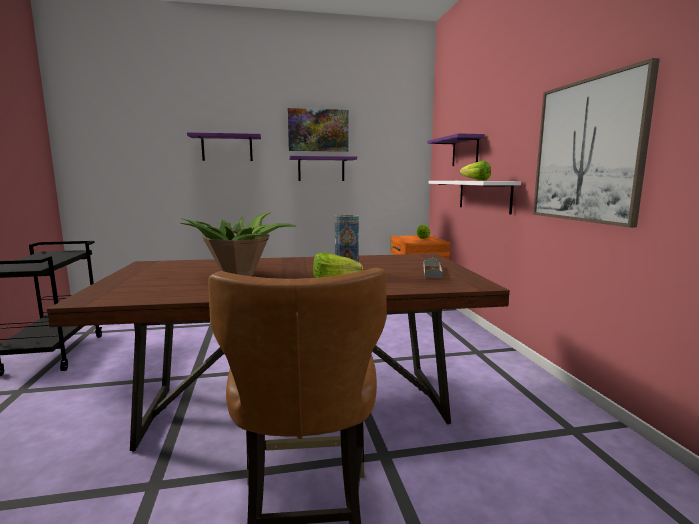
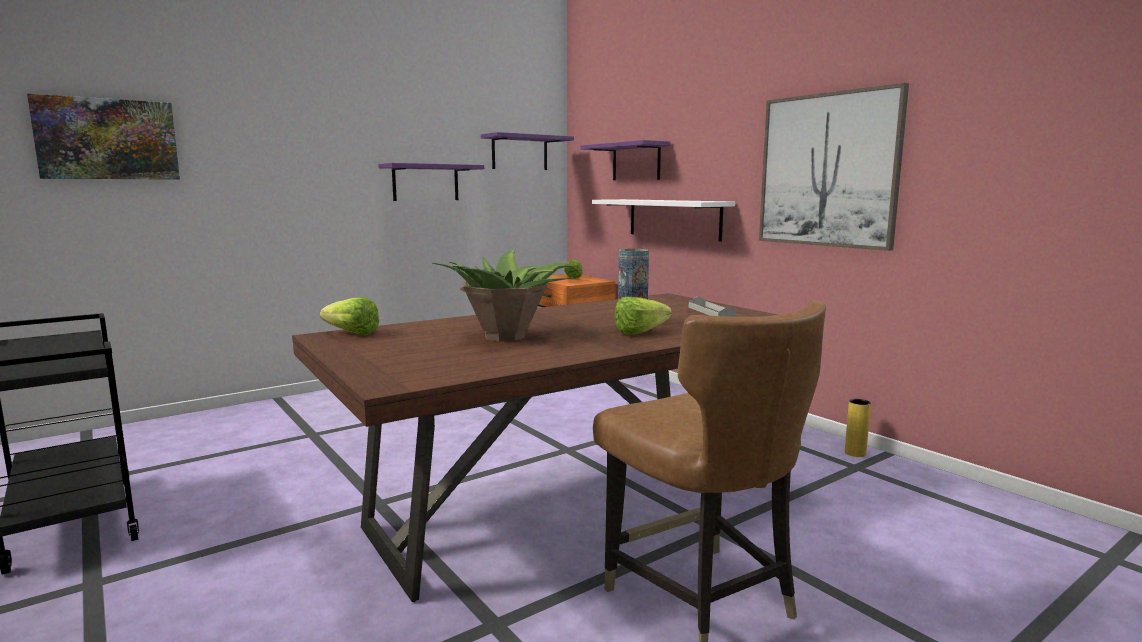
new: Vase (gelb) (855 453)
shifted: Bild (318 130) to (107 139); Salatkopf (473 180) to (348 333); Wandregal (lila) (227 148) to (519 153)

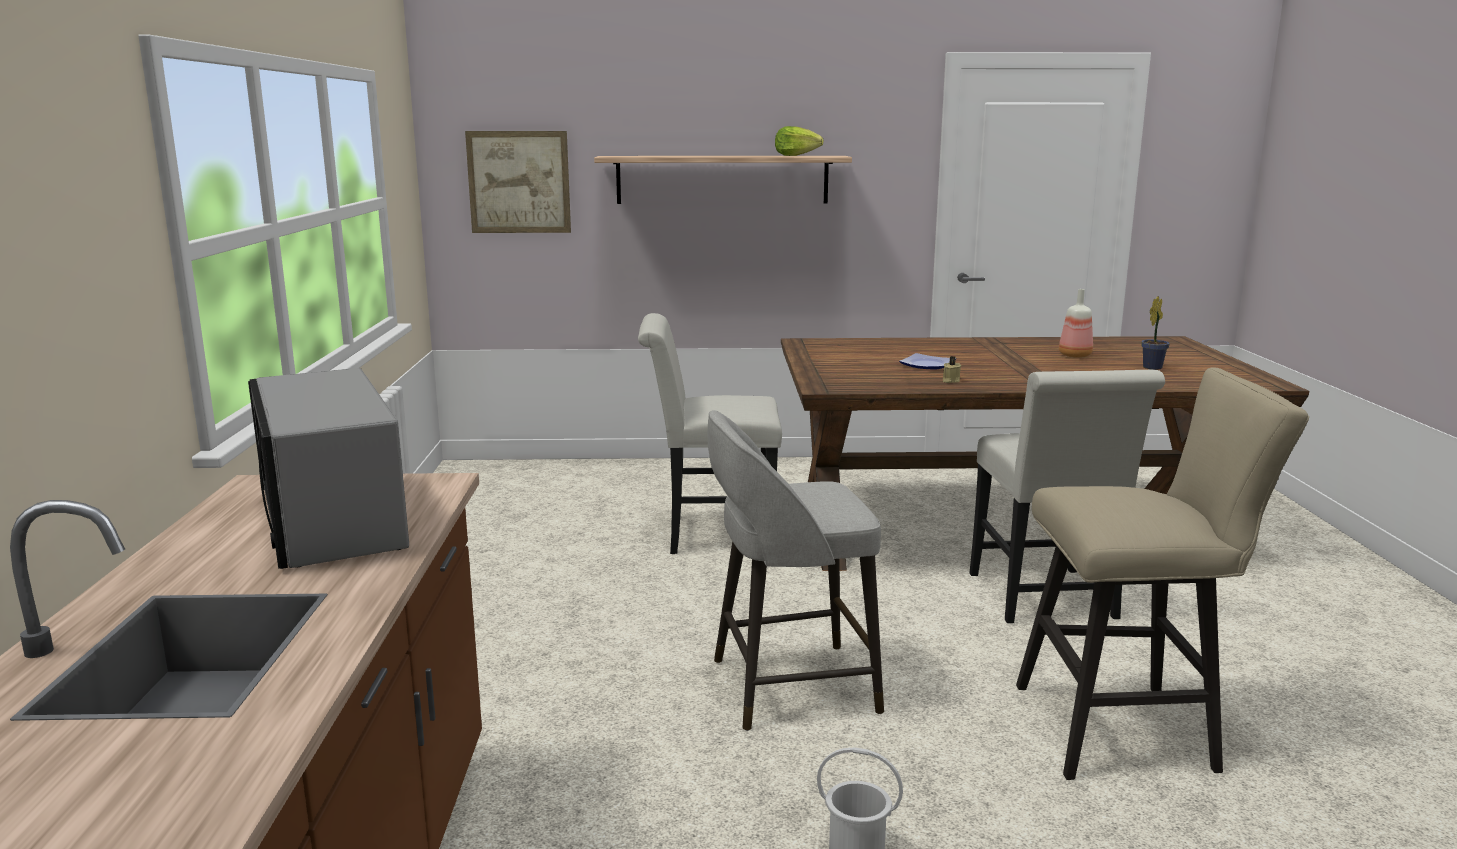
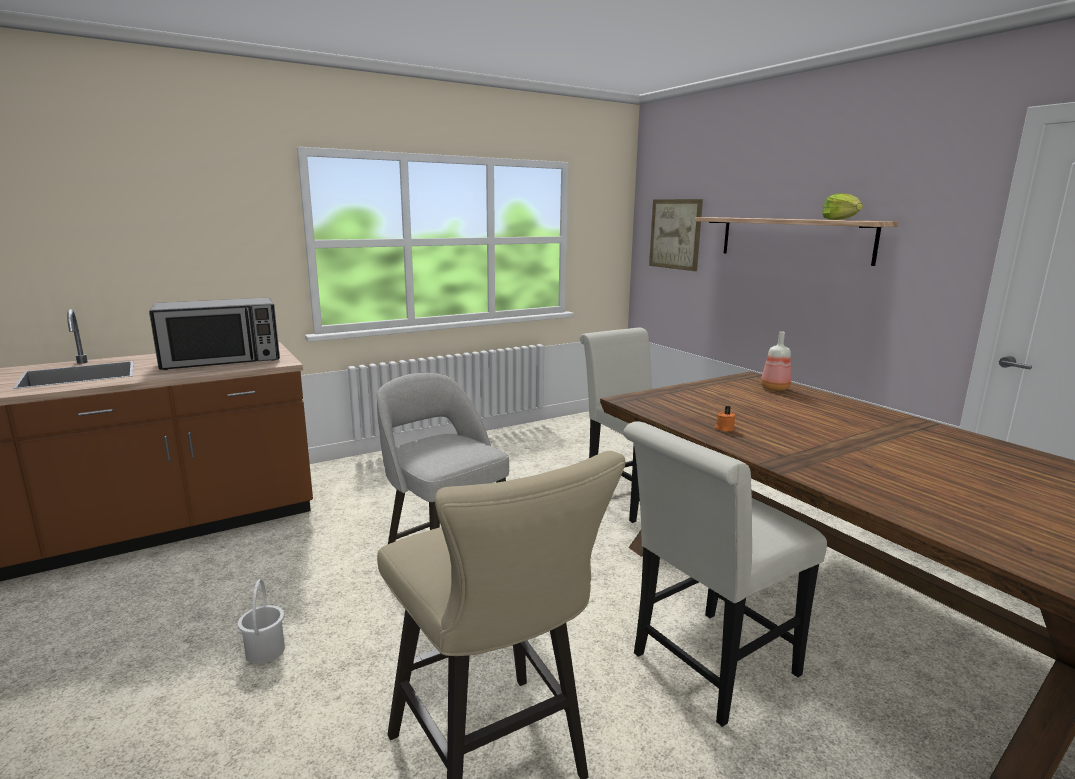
gone: Teller (928 365); Topfpflanze (1153 367)
shifted: Flasche (1075 356) to (774 389)
repainted: Kerze (beige) (950 381) to Kerze (orange) (724 429)
rotated: Mikrowelle (330 520) = (222 360) 150 degrees counterclockwise

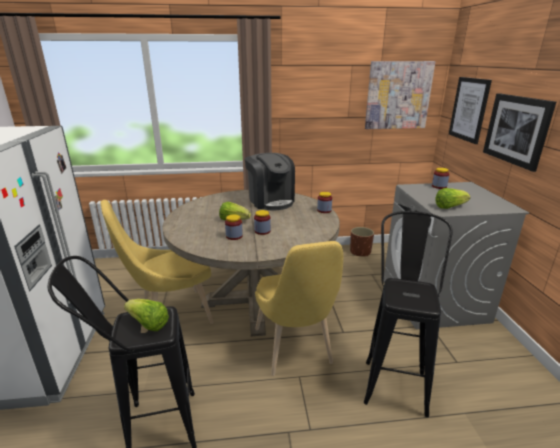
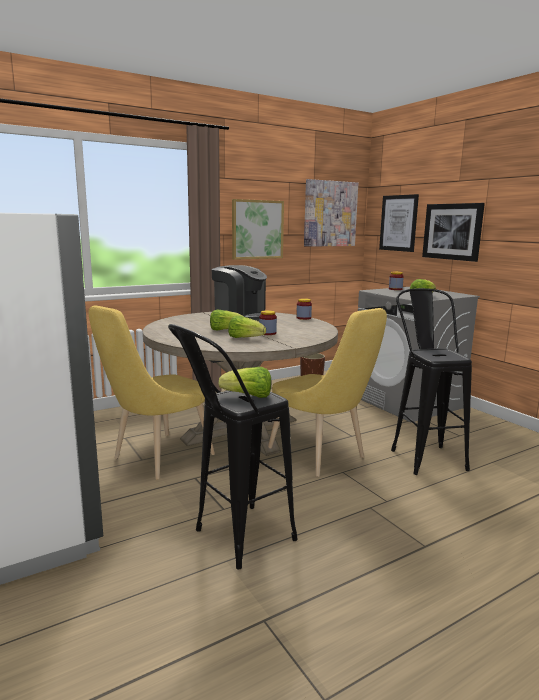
new: Bild (257 229)
swapped: Vorratsglas (234 236) to Salatkopf (245 338)

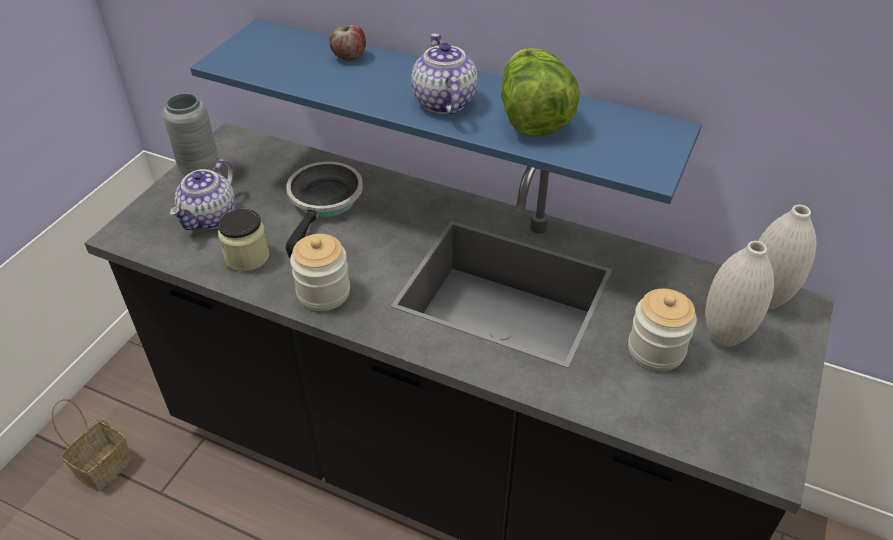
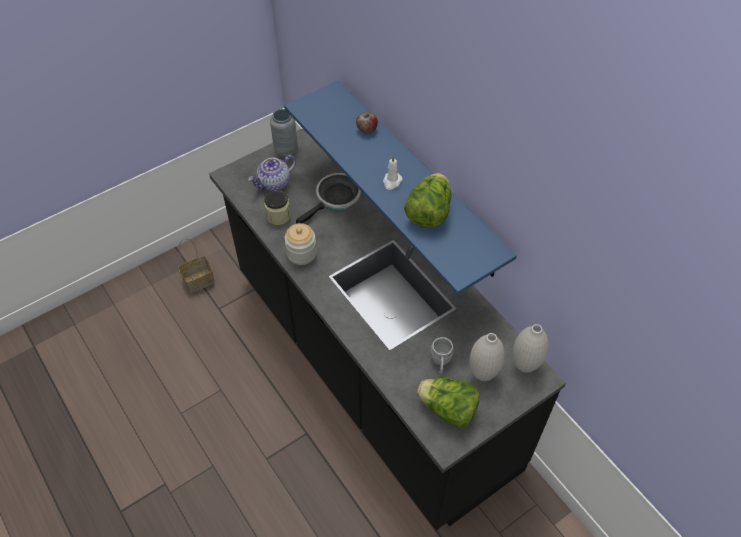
new: Salatkopf (448 409)
swapped: Teekanne (443 102) to Kerze (weiß) (392 182); Vorratsglas (656 350) to Henkelbecher (grau) (440 363)

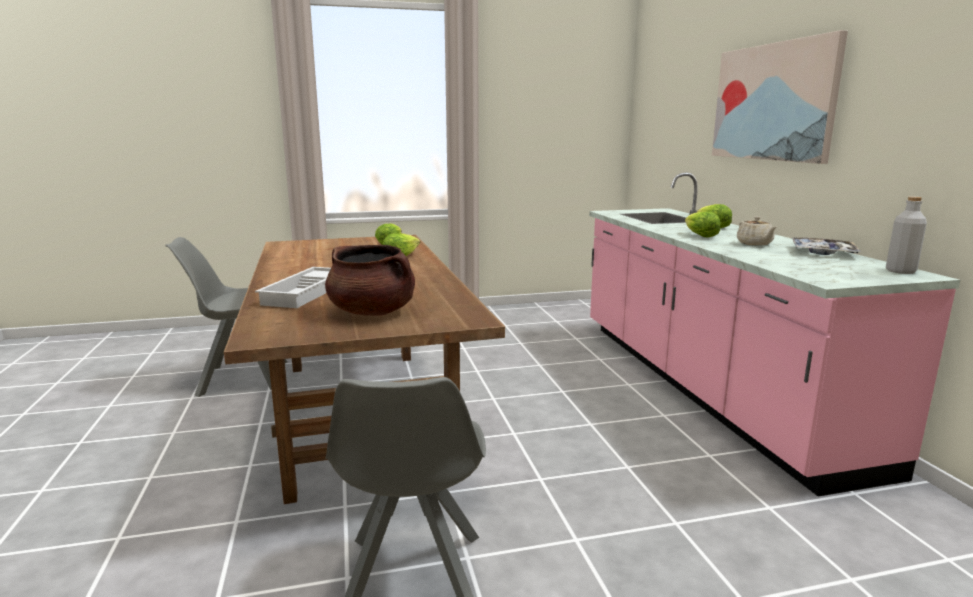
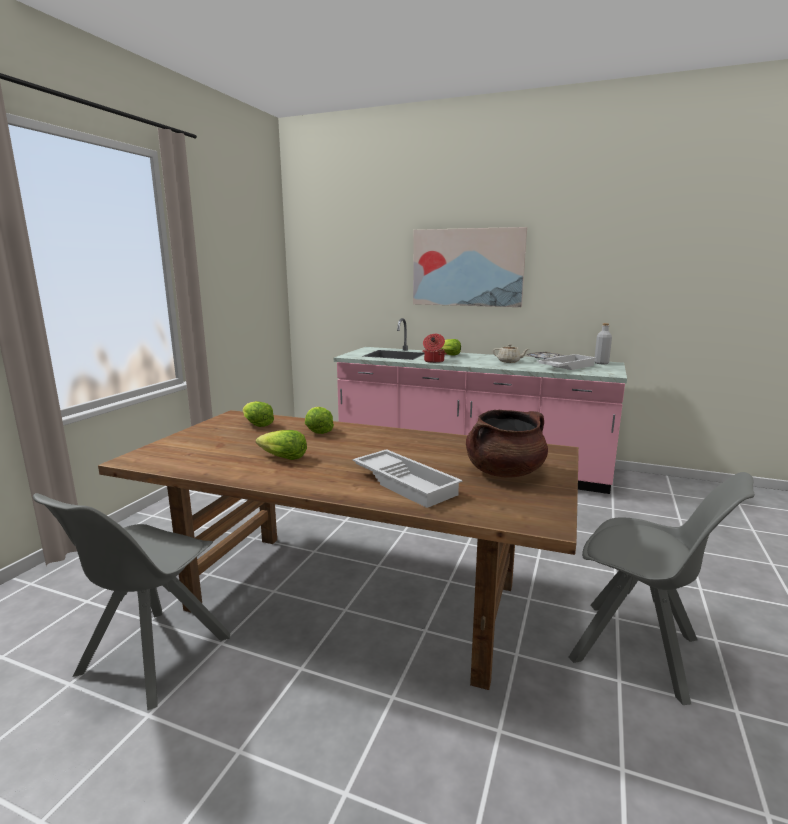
new: Kochtopf (433 361); Tablett (weiß) (566 367)
shifted: Salatkopf (699 235) to (282 458)

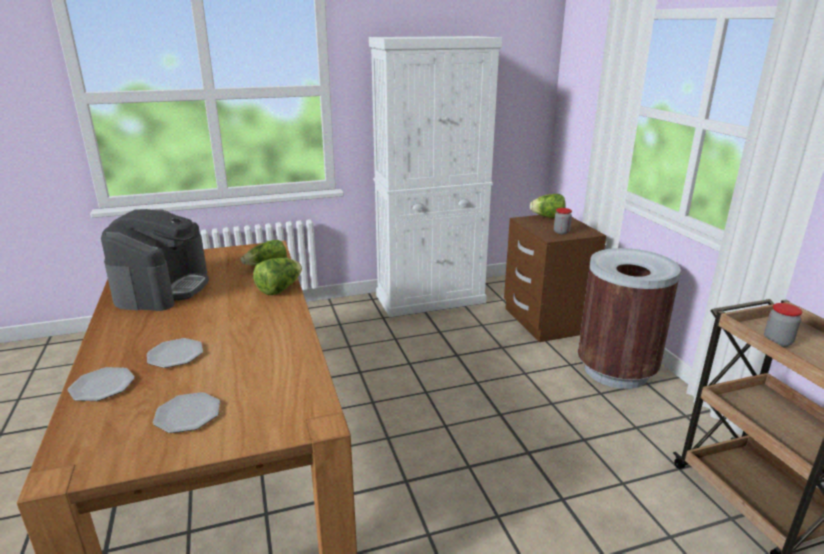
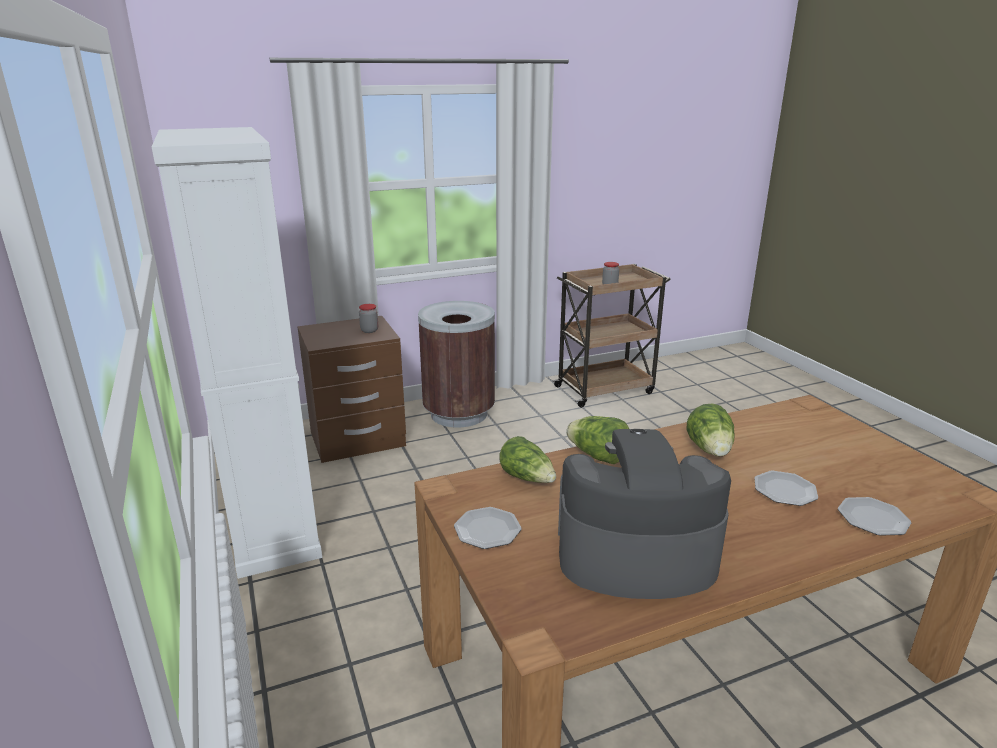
shifted: Teller (188 414) to (487 530); Salatkopf (547 217) to (710 450)

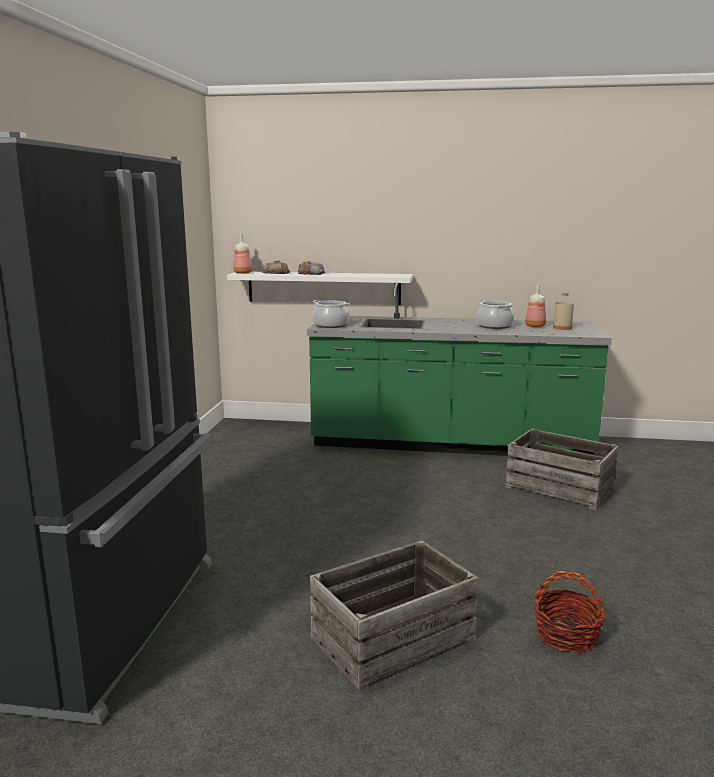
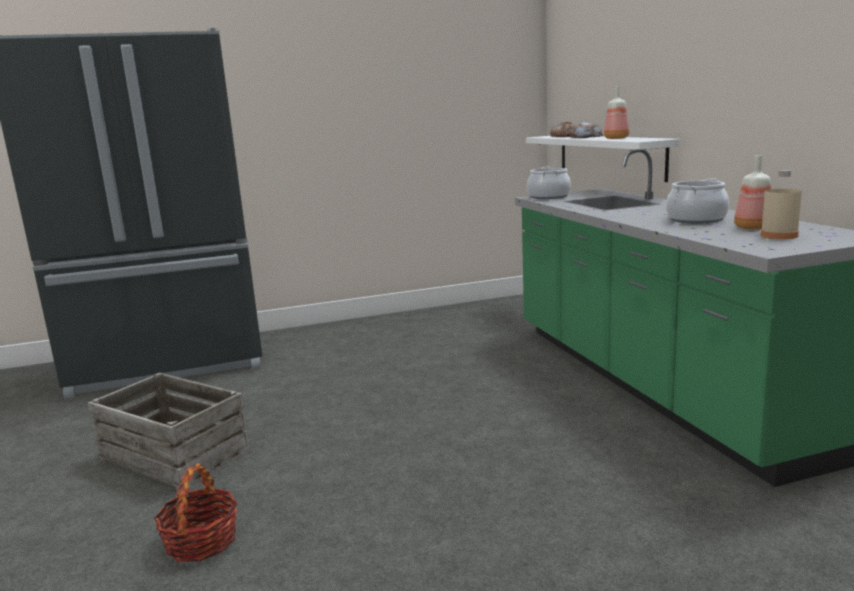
gone: Kiste (560 487)
shifted: Flasche (243 273) to (617 138)

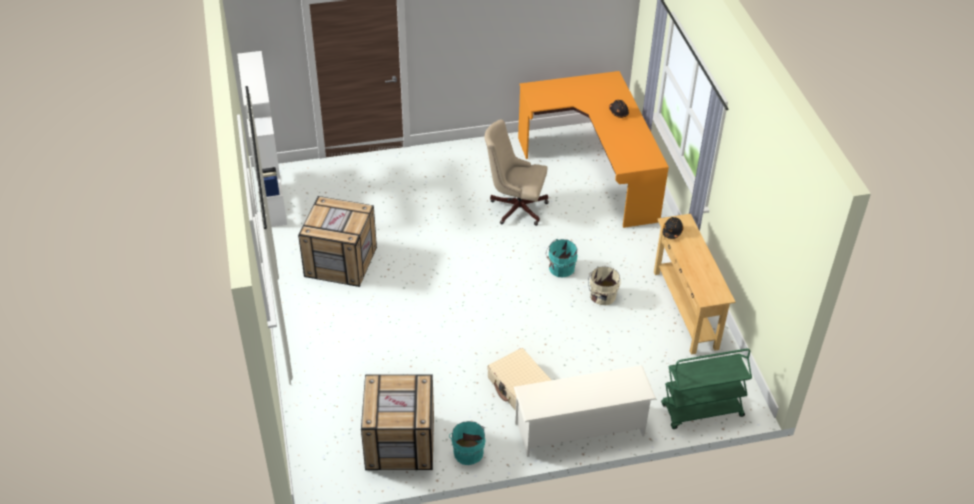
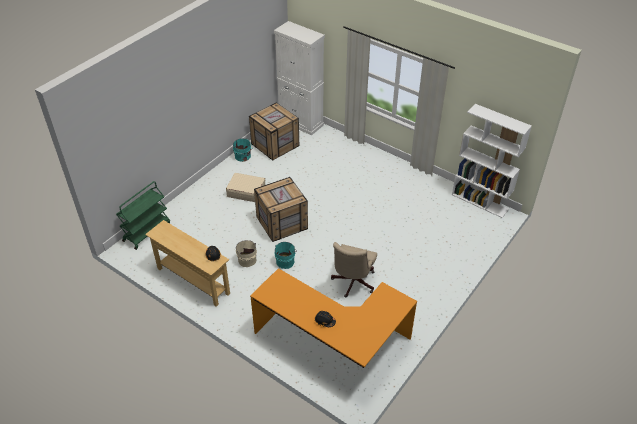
gone: Schuhregal (weiß) (580 429)
new: Schrank (weiß) (301 122)
shifted: Kiste (341 261) to (282 223)
rotated: Bürostuhl (beige) (515 207) = (352 283) 135 degrees clockwise

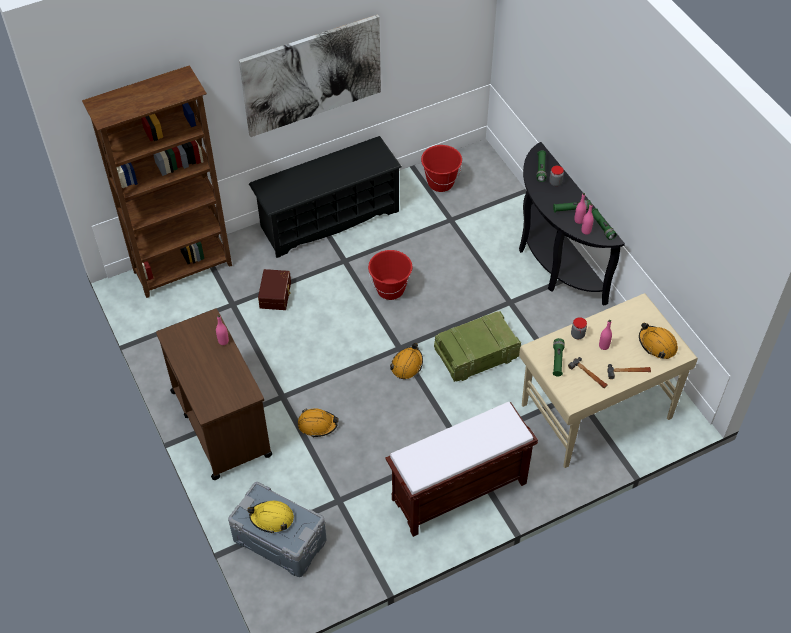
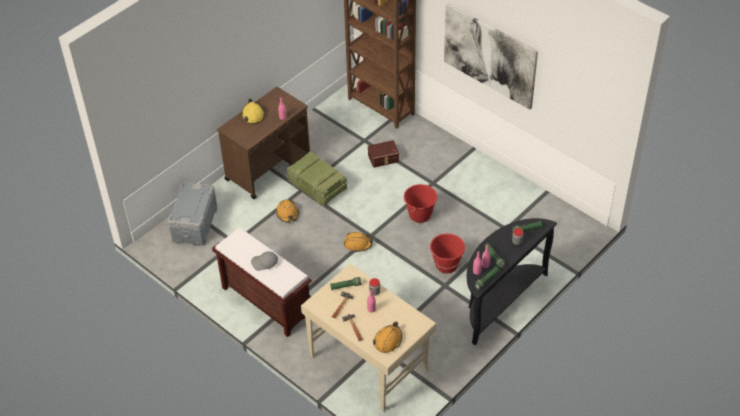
gone: Schuhregal (schwarz) (329 219)
new: Kappe (grau) (264 263)
shifted: Schutzhelm (gelb) (272 518) to (252 115); Kiste (477 354) to (318 186); Eimer (rot) (440 183) to (446 265)

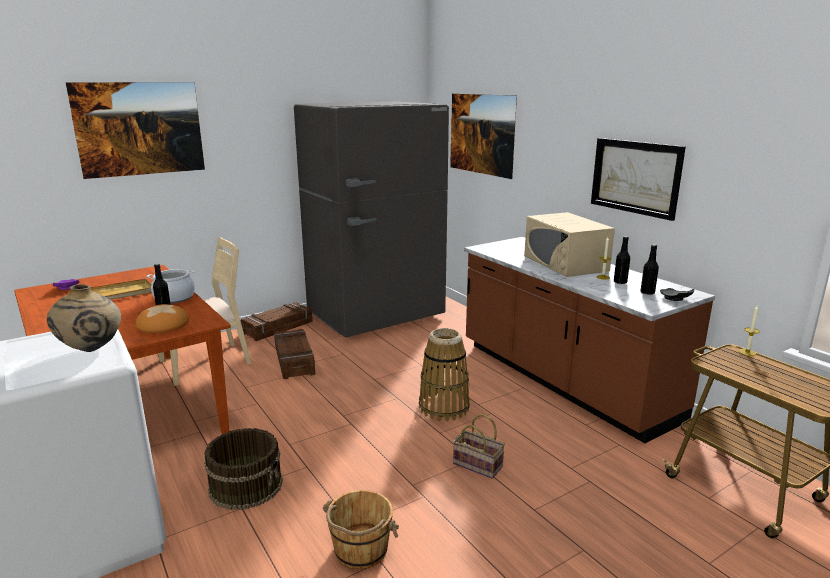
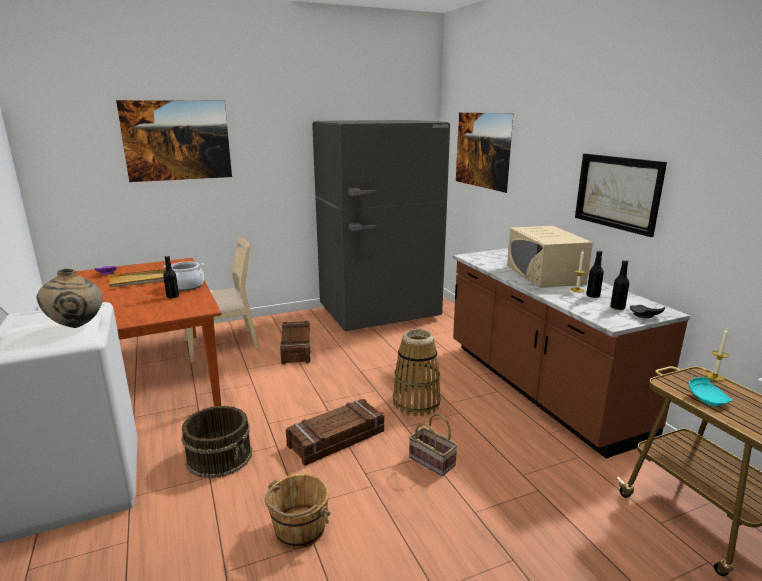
gone: Brot (162 325)
new: Teller (türkis) (707 399)
shifted: Kiste (278 328) to (337 439)

